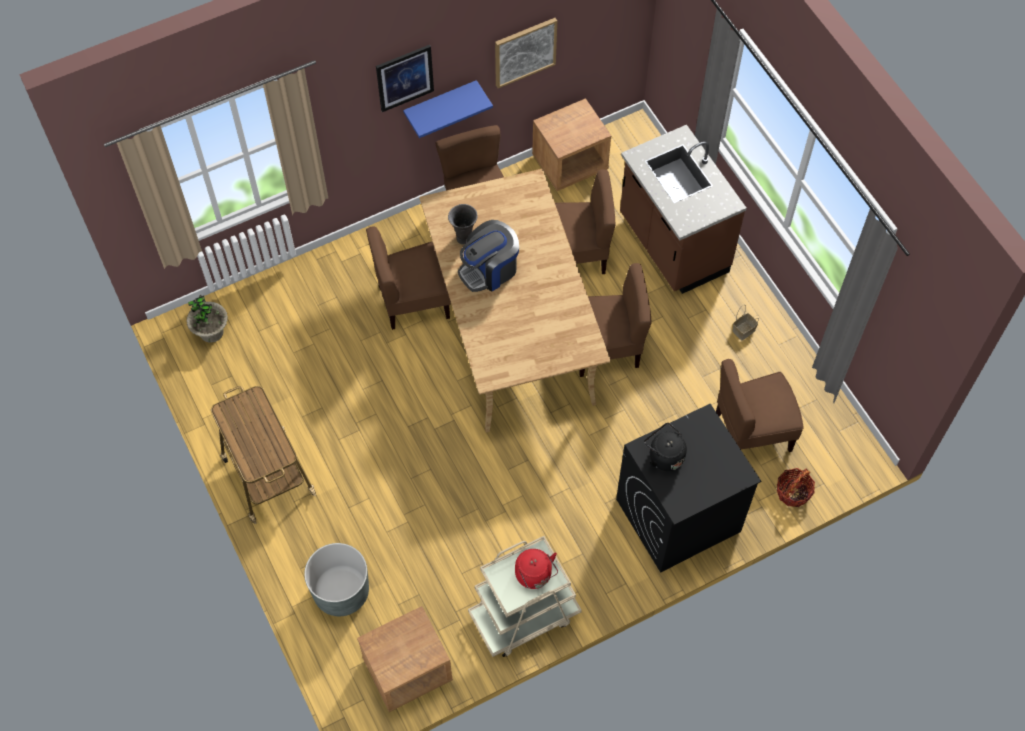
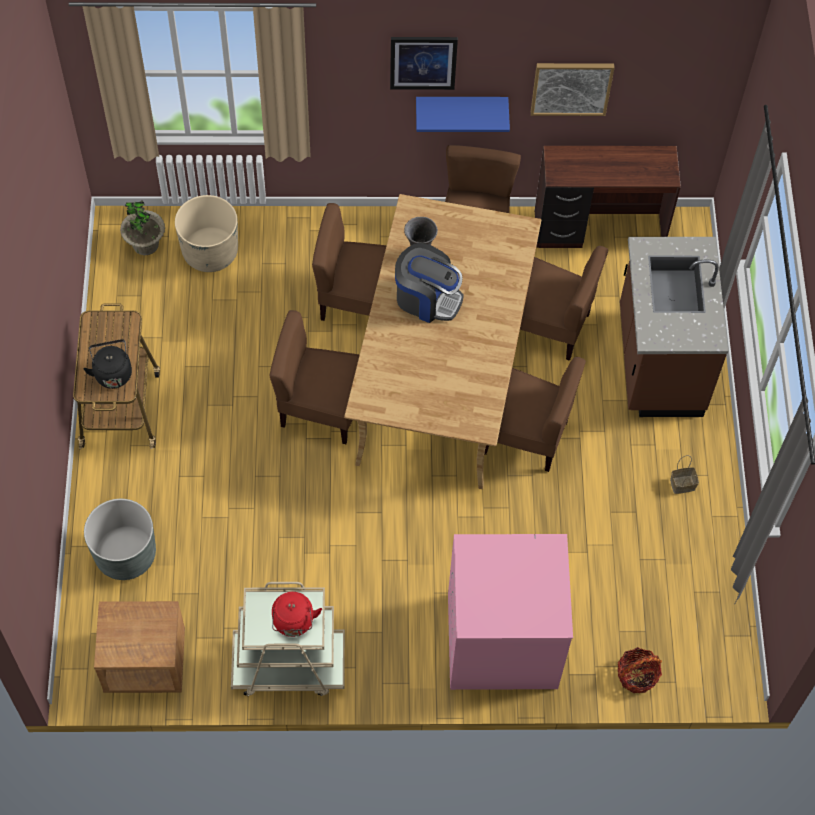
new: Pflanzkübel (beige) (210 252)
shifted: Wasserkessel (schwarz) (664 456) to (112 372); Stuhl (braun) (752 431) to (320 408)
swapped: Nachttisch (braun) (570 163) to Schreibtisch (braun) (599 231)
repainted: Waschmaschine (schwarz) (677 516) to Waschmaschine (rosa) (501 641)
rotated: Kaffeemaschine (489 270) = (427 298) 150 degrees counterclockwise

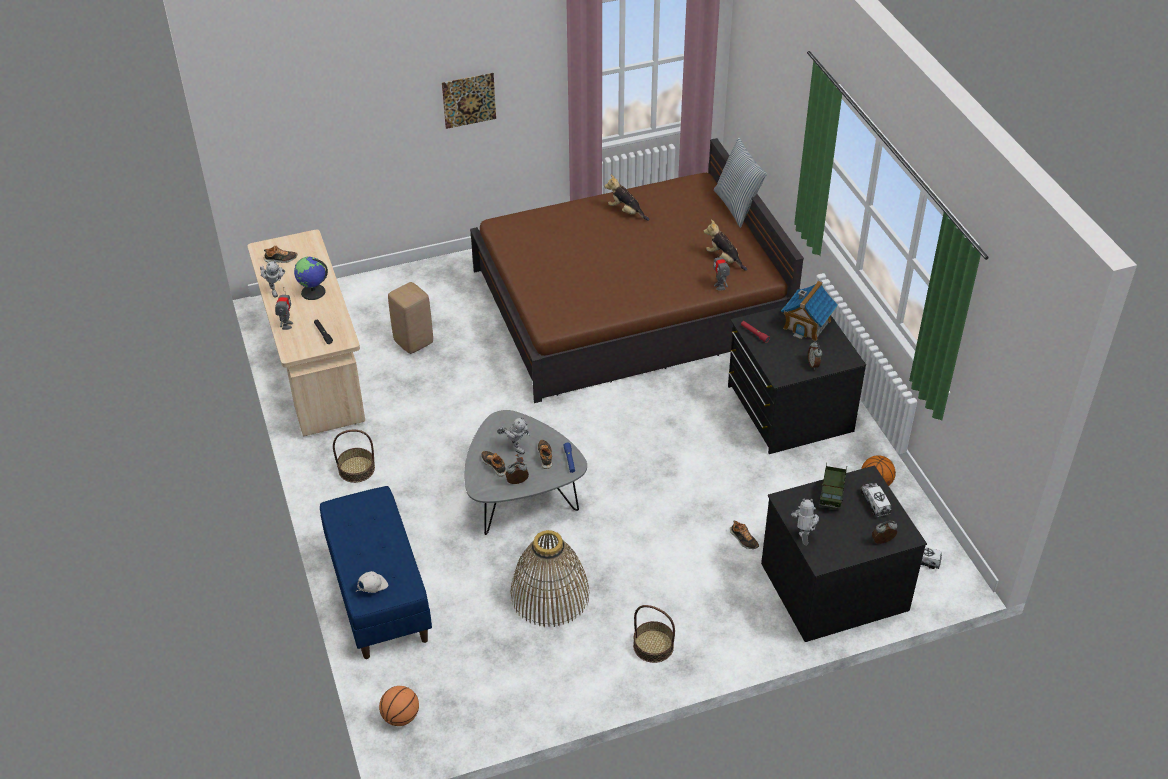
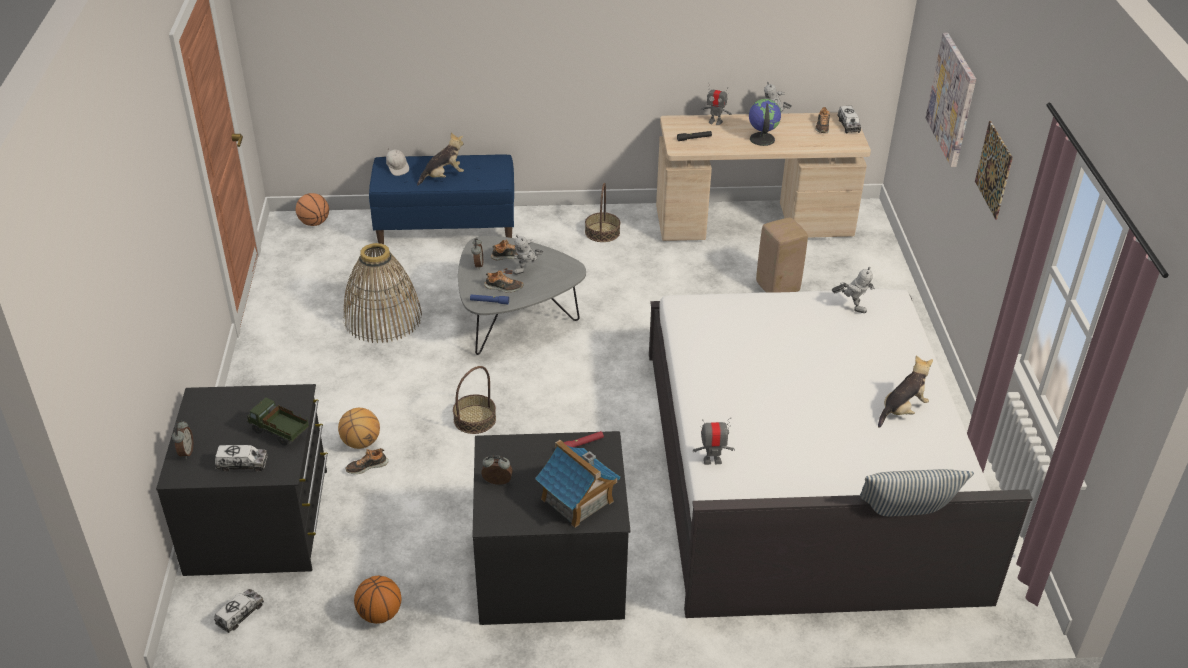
new: Basketball (361 443); Spielzeuglaster (848 125); Bild (952 99)
shifted: Plüschtier (724 259) to (443 177); Korb (653 646) to (474 419); Spielzeugroboter (803 538) to (851 307)
repainted: Bett (braun) (630 304) to Bett (weiß) (803 468)

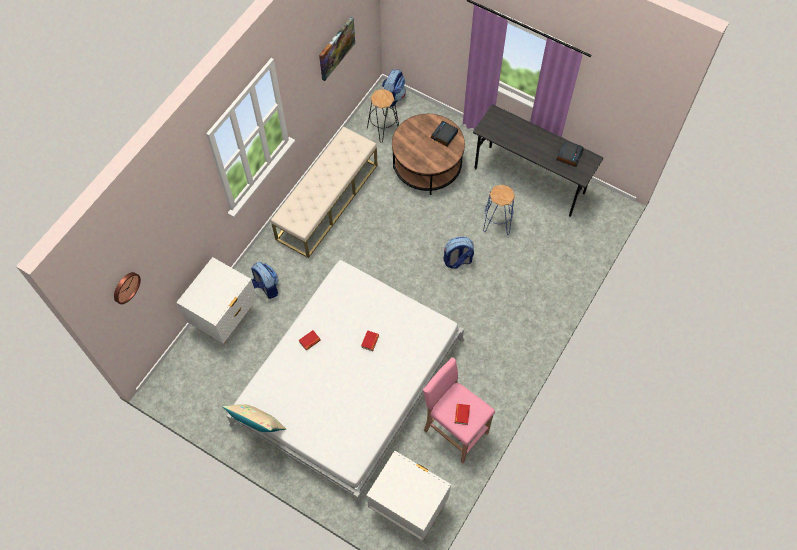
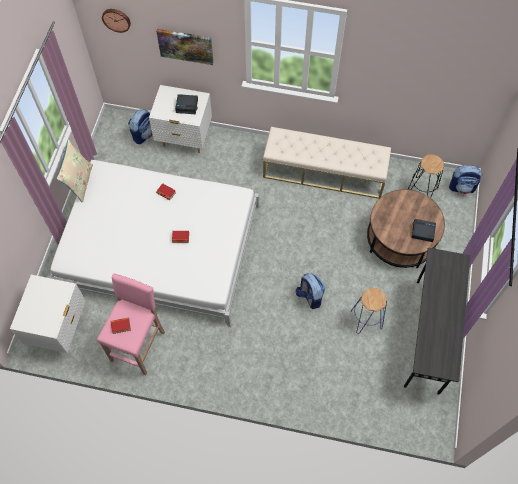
shifted: Rucksack (266 287) to (143 134); Bild (336 48) to (185 46); Wecker (569 155) to (187 106)

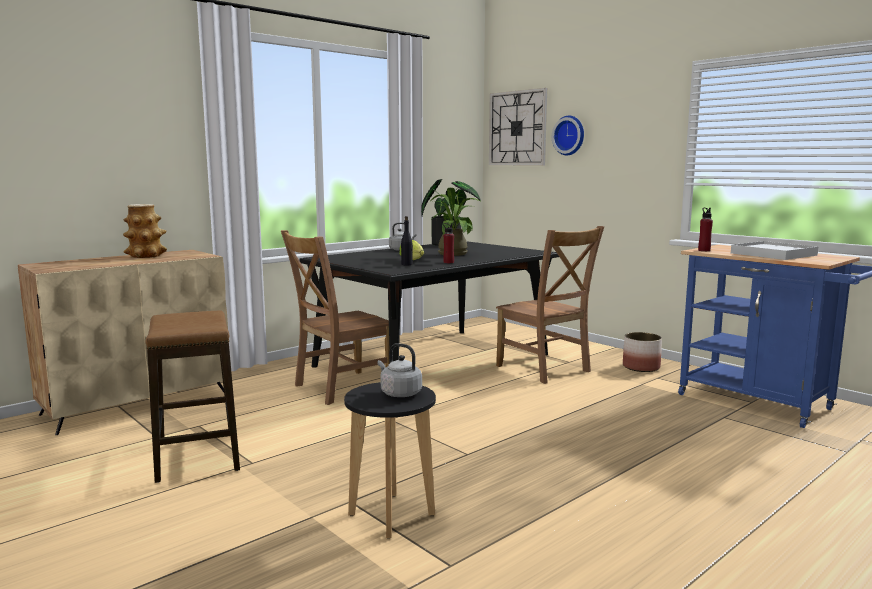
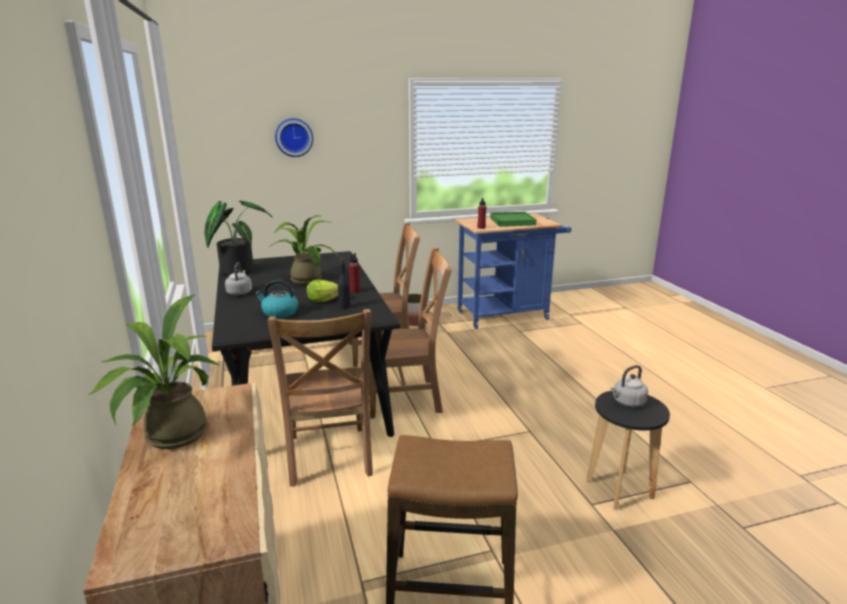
gone: Wanduhr (517 128)
new: Wasserkessel (279 312); Stuhl (braun) (406 398)
swapped: Vase (146 256) to Topfpflanze (169 438)
repainted: Tablett (weiß) (773 254) to Tablett (grün) (512 221)

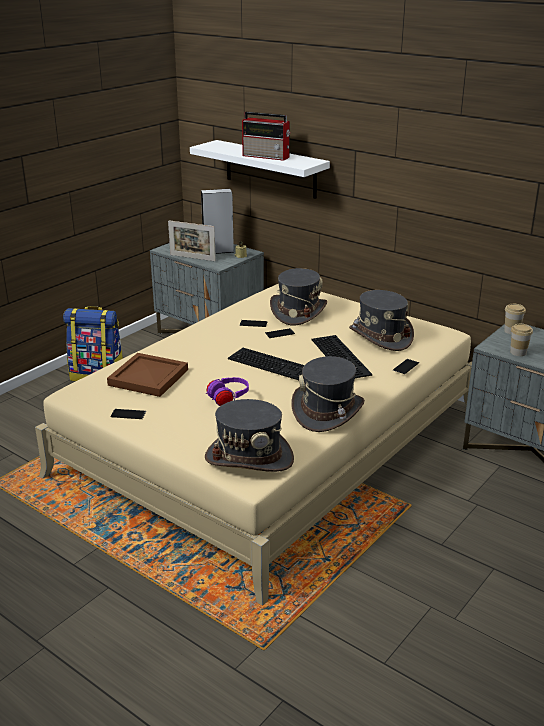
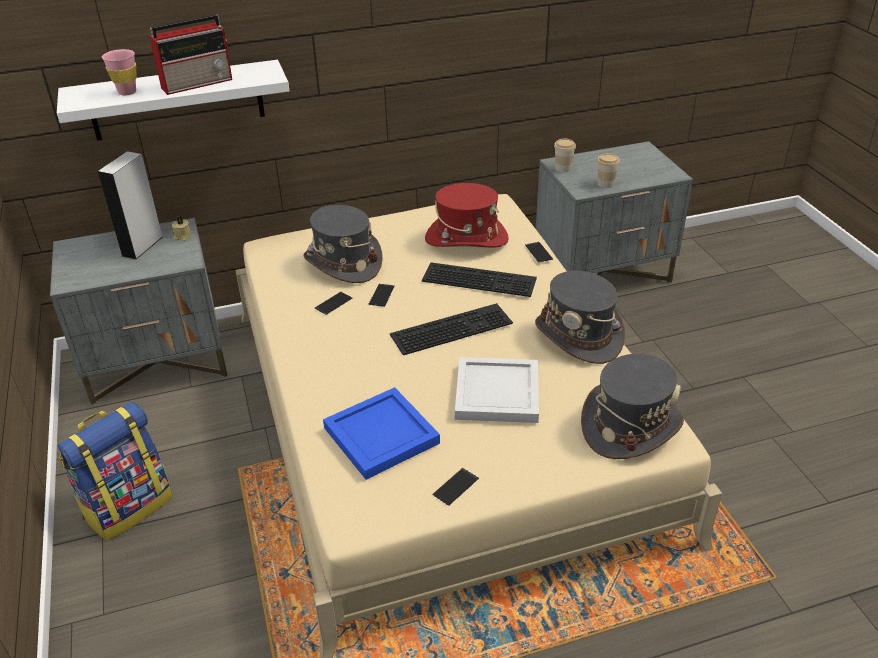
gone: Bilderrahmen (192 258)
new: Tasse (rosa) (127 92)
swapped: Kopfhörer (lila) (228 400) to Tablett (weiß) (498 392)
repainted: Tablett (braun) (148 377) to Tablett (blau) (379 435); Hut (grau) (380 337) to Hut (rot) (466 238)

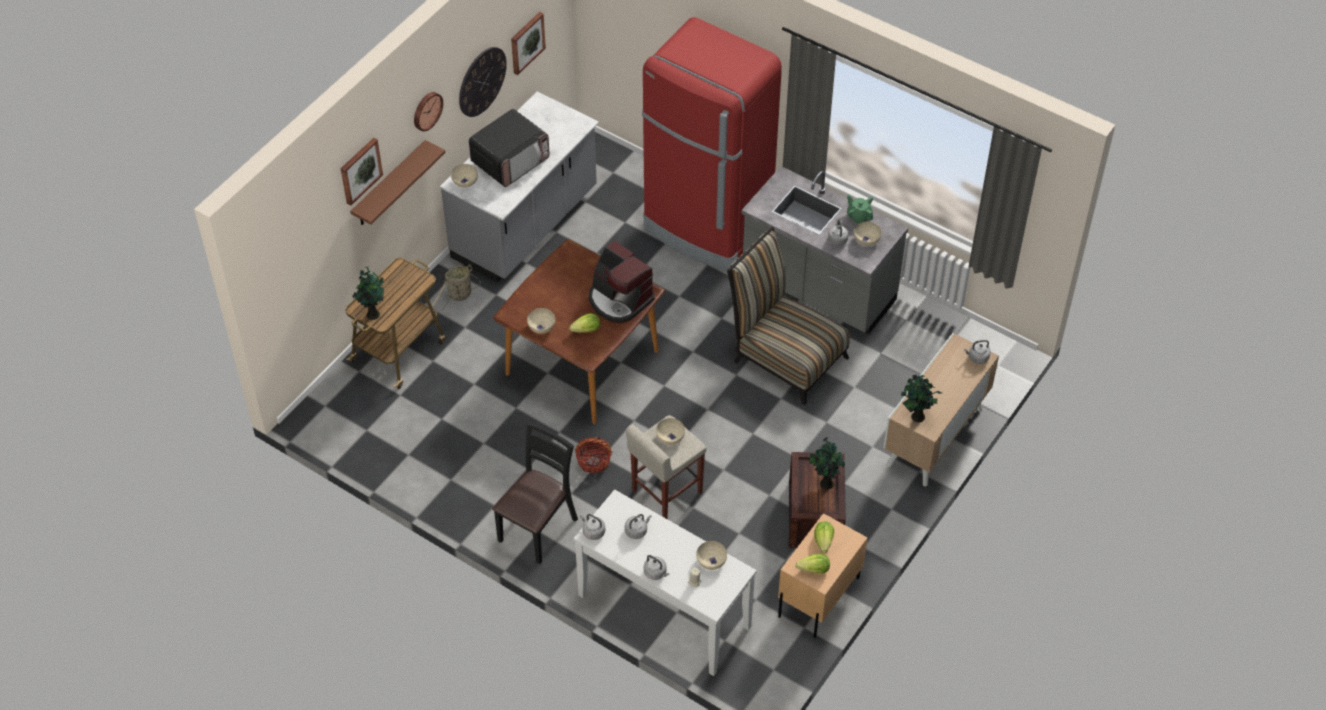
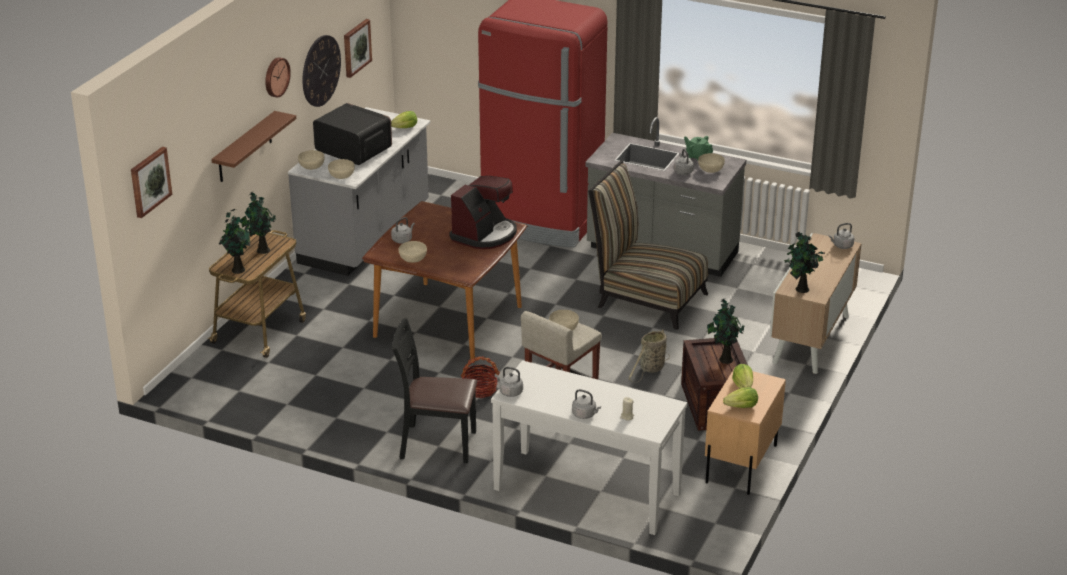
new: Topfpflanze (262 250)
shifted: Bild (360 170) to (149 181); Schüssel (beige) (711 561) to (341 175); Salatkopf (586 330) to (405 128); Wasserkessel (grau) (637 531) to (402 239); Korb (458 296) to (651 369)
rotated: Mikrowelle (511 160) = (353 150) 90 degrees counterclockwise; Stuhl (schwarz) (538 528) = (437 444) 105 degrees counterclockwise; Kaffeemaschine (619 299) = (485 234) 90 degrees counterclockwise

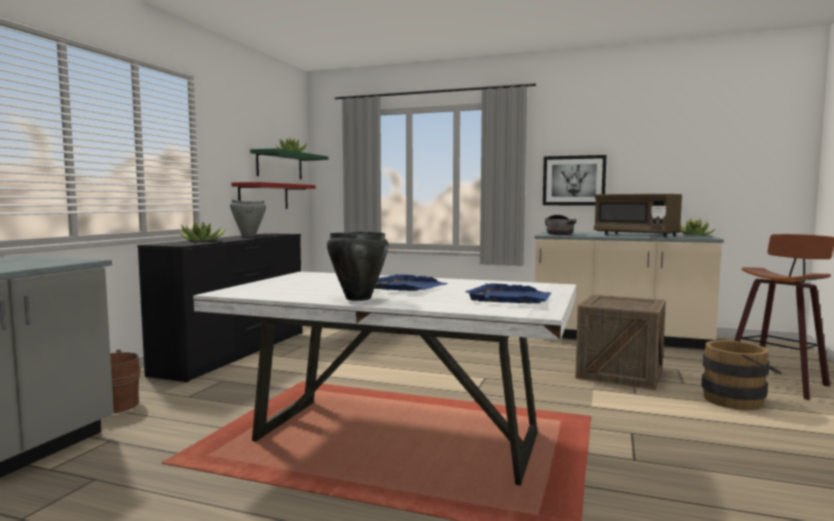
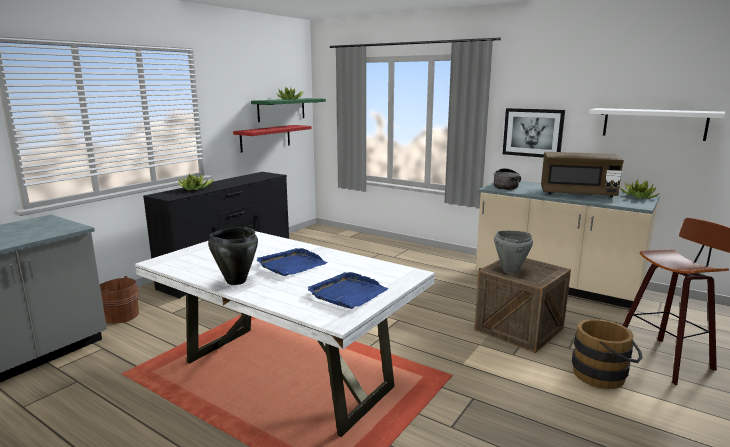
new: Wandregal (weiß) (654 123)
shifted: Kochtopf (grau) (248 236) to (510 271)
rotated: Mikrowelle (braun) (636 235) = (577 194) 45 degrees counterclockwise

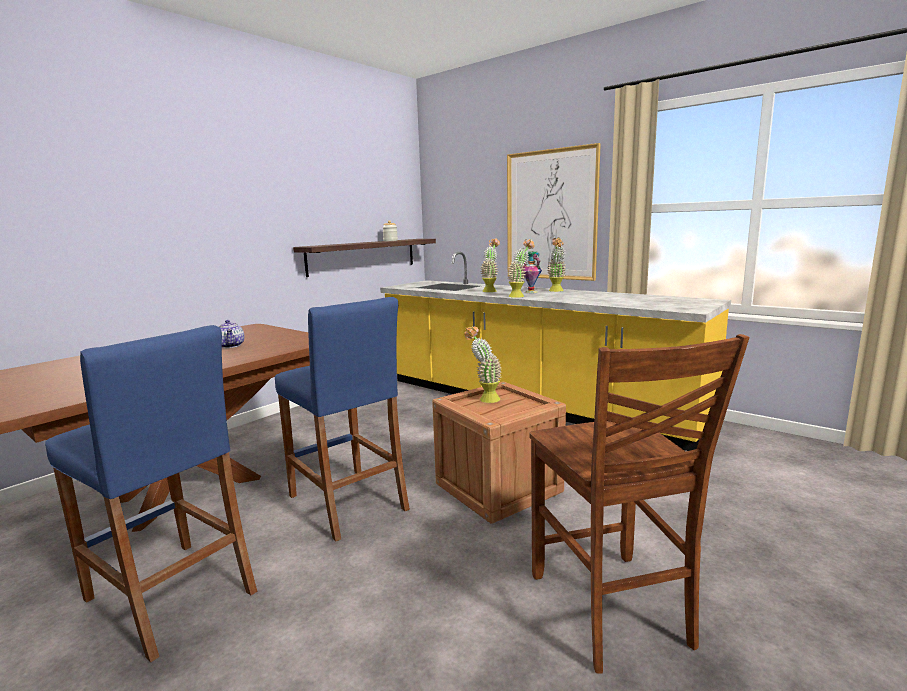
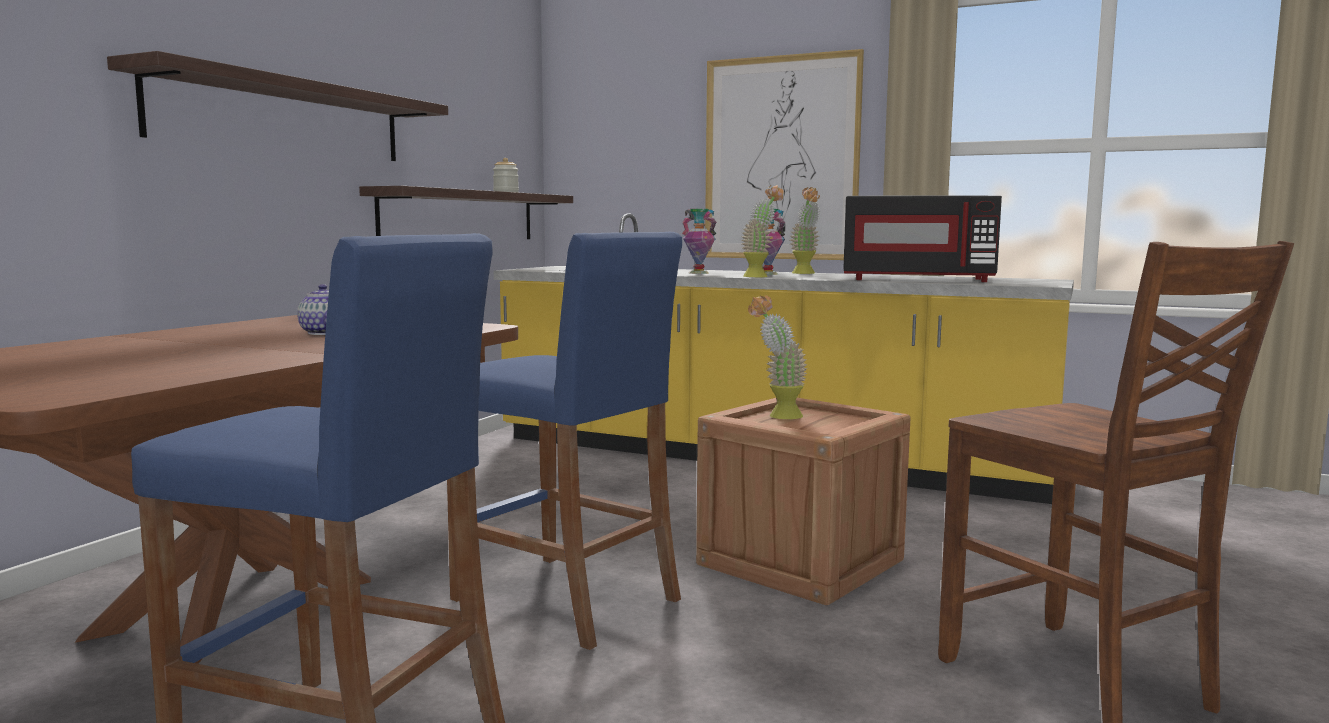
new: Wandregal (284 119); Mikrowelle (schwarz) (916 280)
swapped: Topfpflanze (491 291) to Vase (699 273)

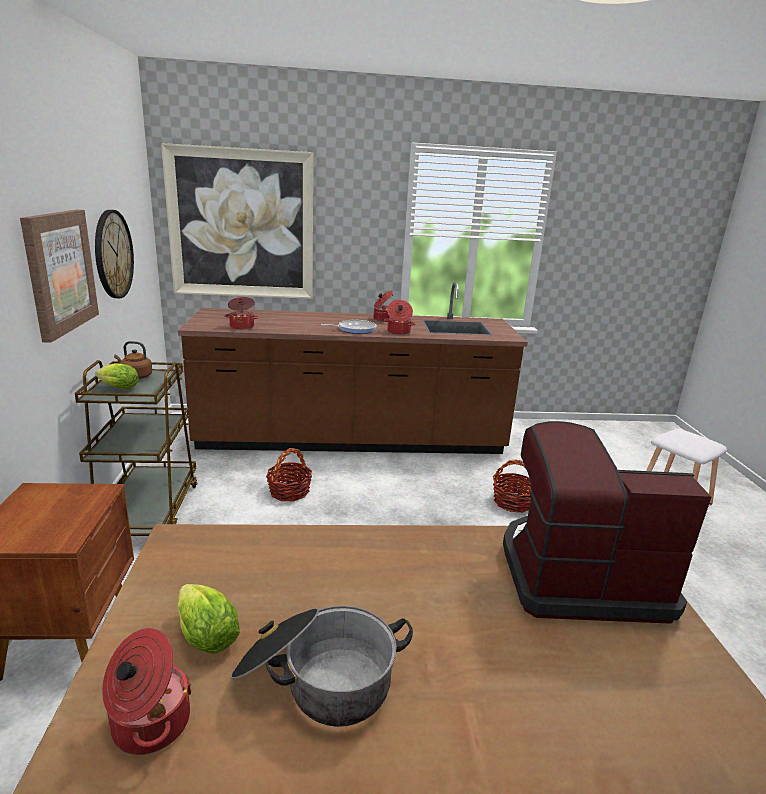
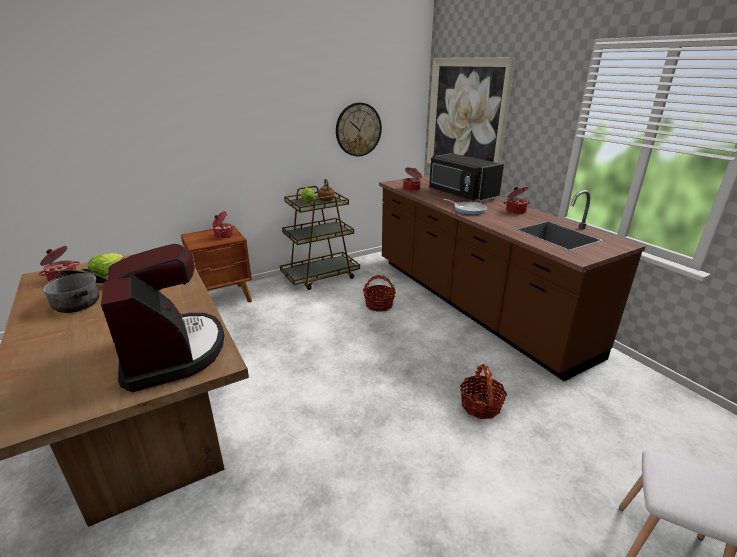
gone: Bild (60 272)
new: Mikrowelle (schwarz) (460 194)
shifted: Kochtopf (398 332) to (223 235)

